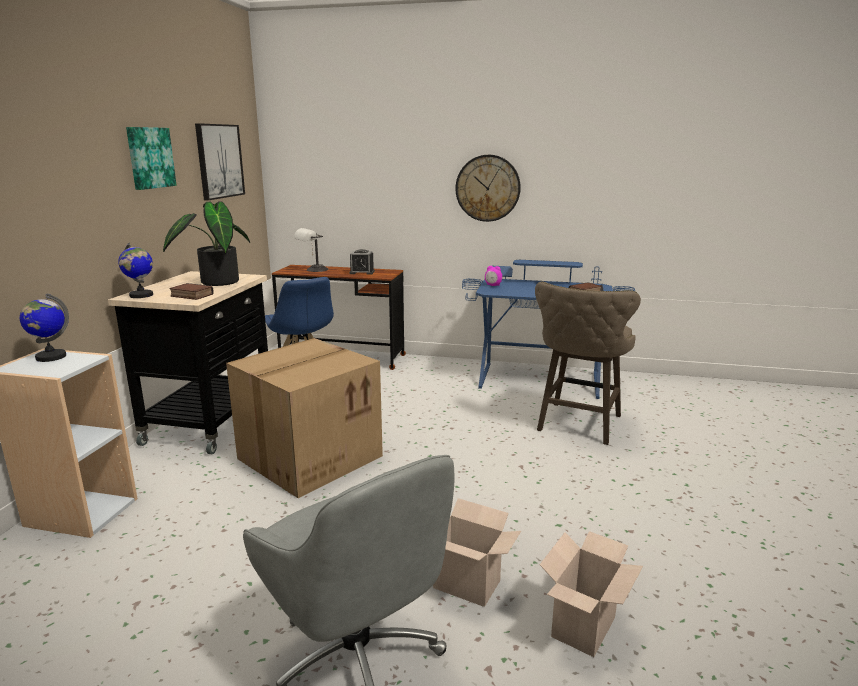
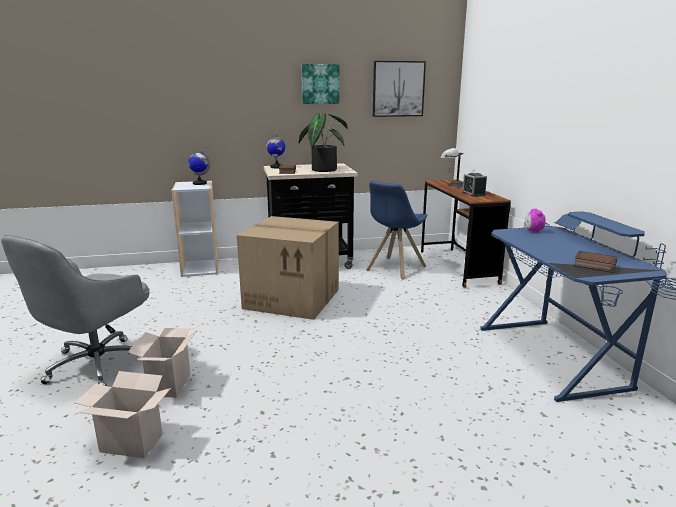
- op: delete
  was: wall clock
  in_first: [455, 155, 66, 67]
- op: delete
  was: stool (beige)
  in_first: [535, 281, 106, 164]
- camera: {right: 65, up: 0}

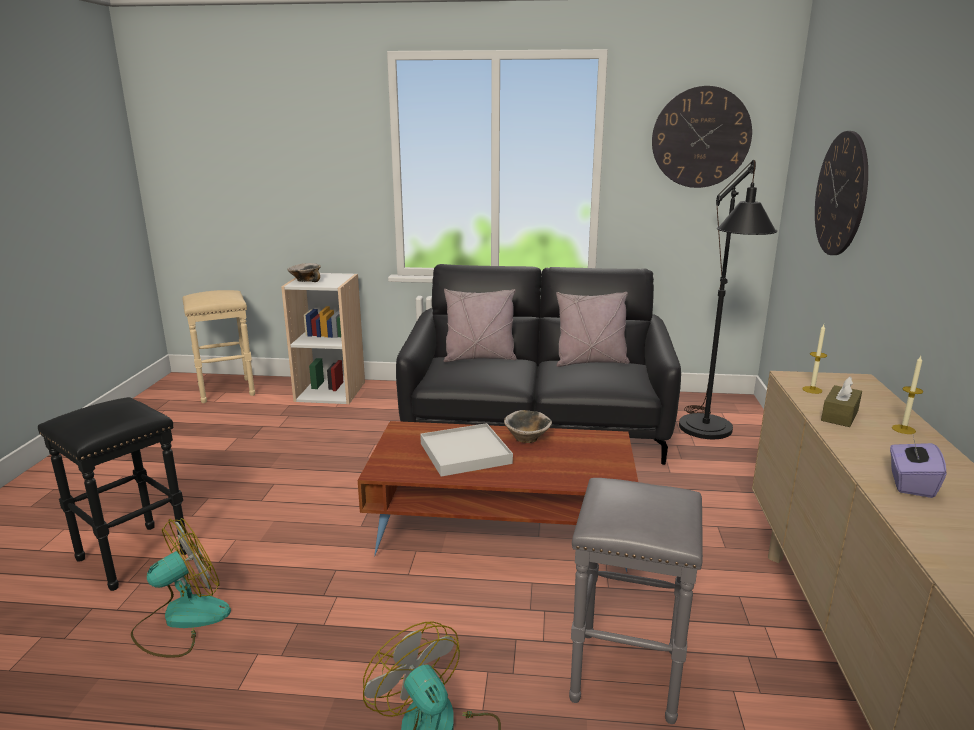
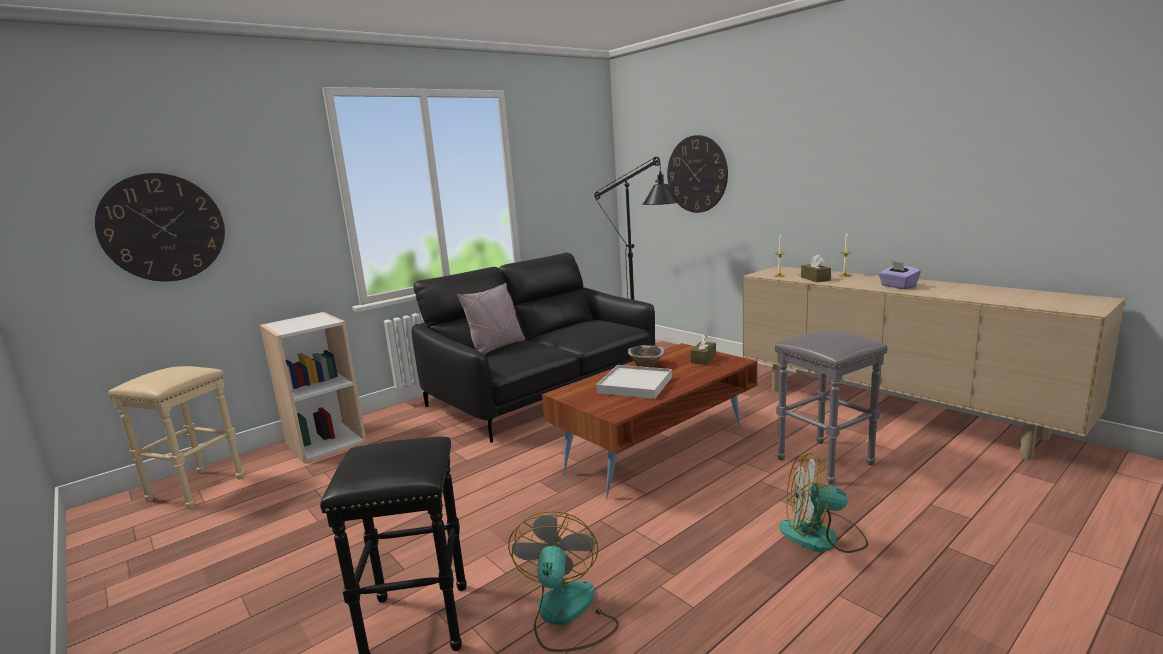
- op: move
  was: wall clock
  in_first: [652, 86, 100, 102]
  in_second: [95, 173, 130, 109]
- op: delete
  was: bowl
  in_first: [287, 263, 34, 19]
- op: delete
  was: pillow (purple)
  in_first: [556, 292, 74, 75]
- op: insert
  now: tissue box (brown)
  in_second: [690, 334, 26, 31]
- camera: {right: -45, up: -5}

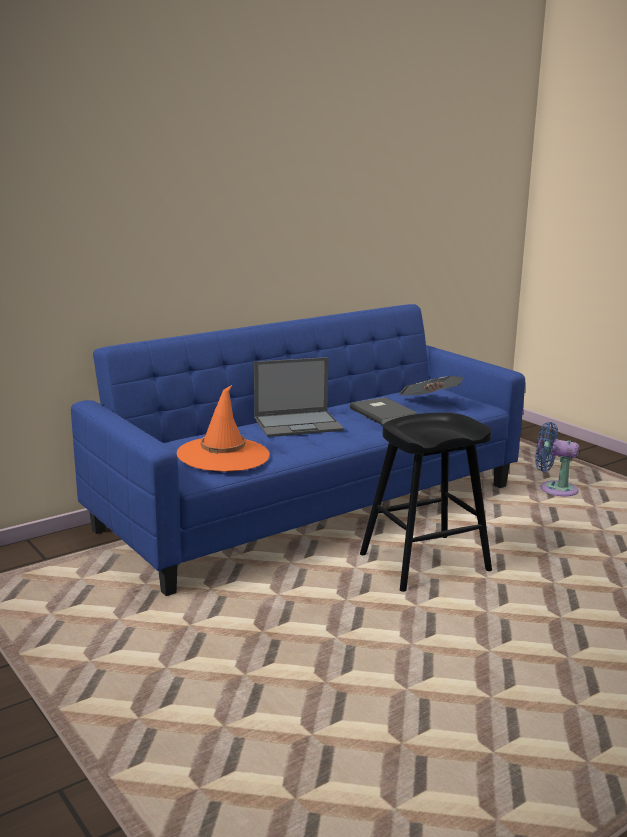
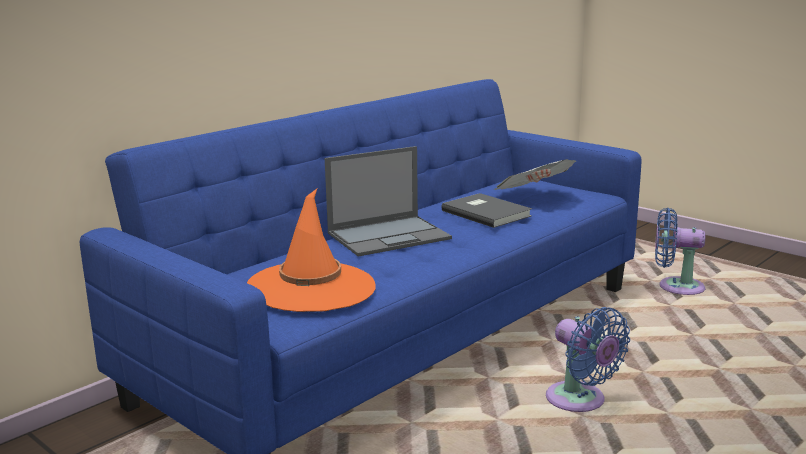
- op: replace
  was: stool (black)
  now: fan (blue)
  in_first: [360, 413, 132, 179]
  in_second: [546, 307, 84, 105]
- camera: {right: -10, up: 0}

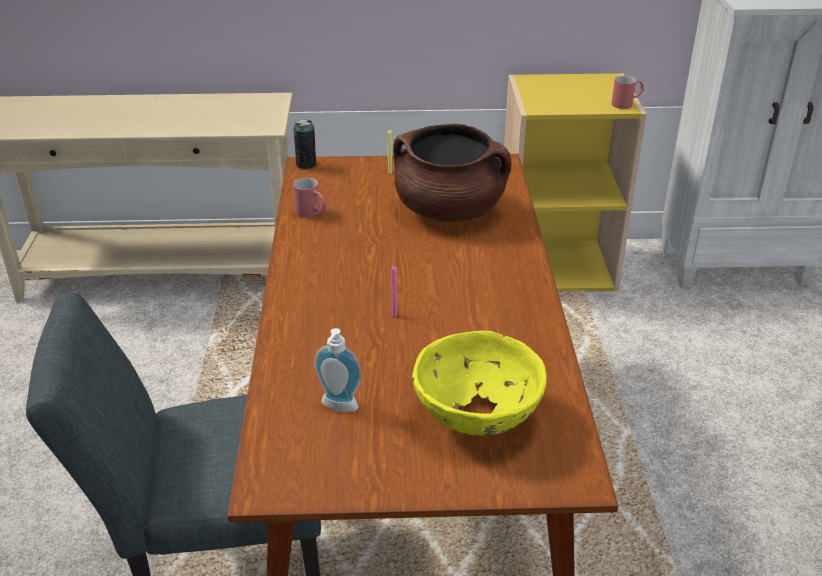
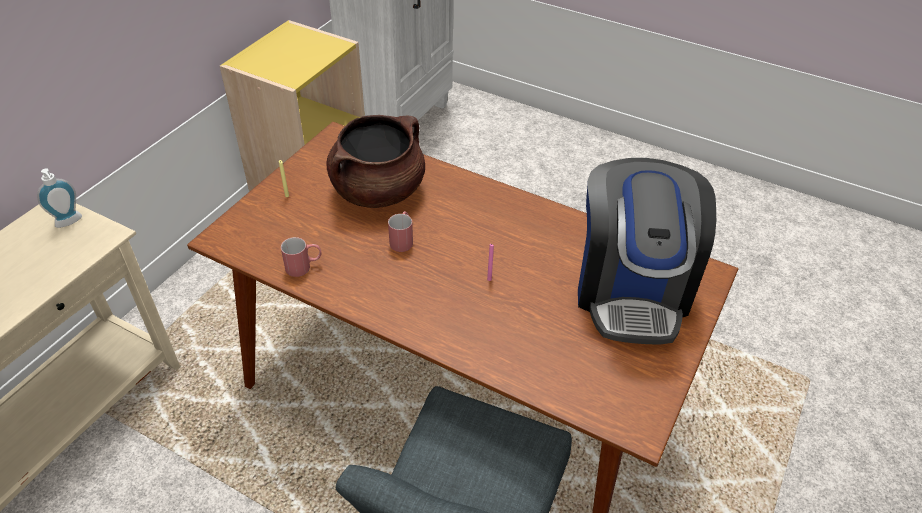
- op: move
  was: mug (red)
  in_first: [611, 76, 33, 33]
  in_second: [388, 211, 25, 41]
- op: delete
  was: can
  in_first: [293, 119, 23, 50]
- op: move
  was: soap dispenser
  in_first: [314, 328, 48, 84]
  in_second: [37, 168, 45, 60]
- op: replace
  was: bowl (yellow)
  now: coffee machine
  in_first: [412, 331, 135, 105]
  in_second: [578, 158, 138, 186]
- camera: {right: -60, up: 10}

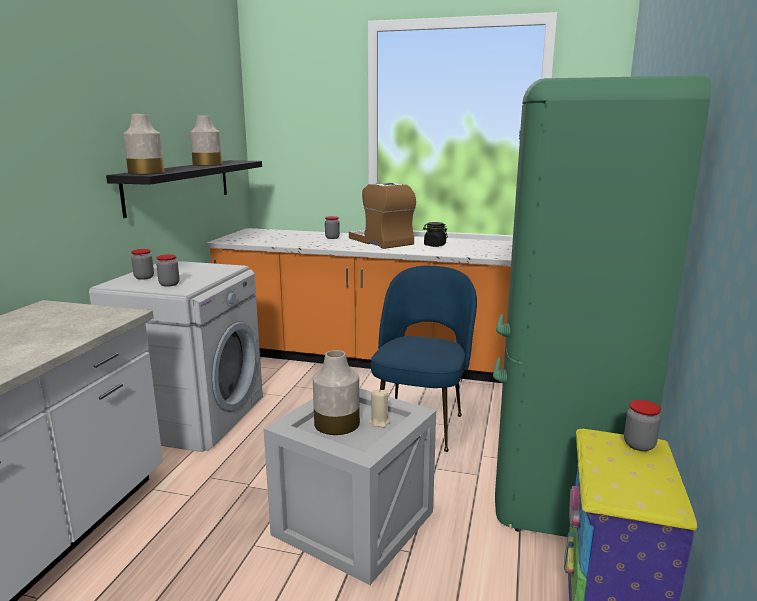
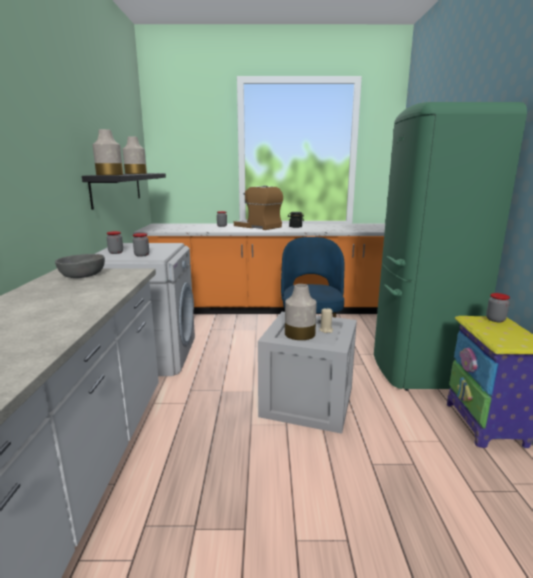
- op: insert
  now: bowl (grey)
  in_second: [55, 254, 50, 24]
- camera: {right: -15, up: 0}

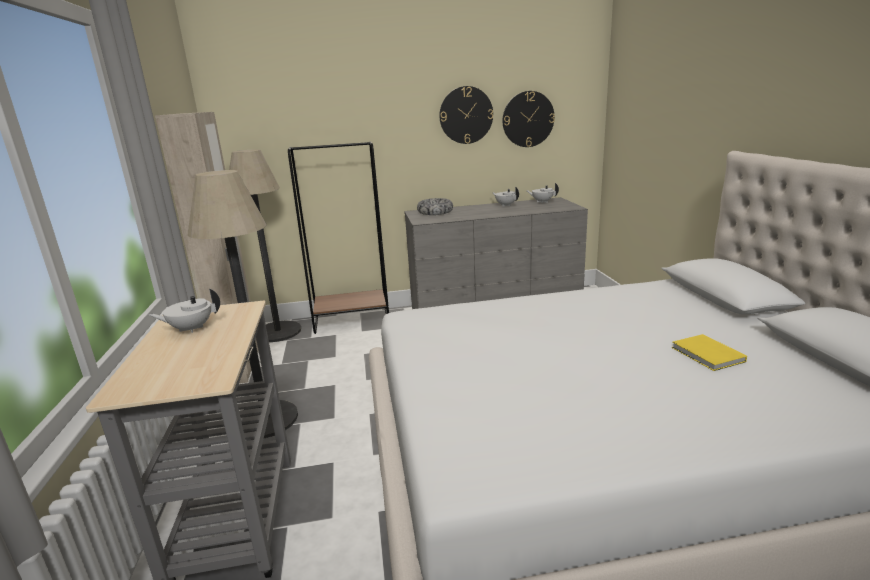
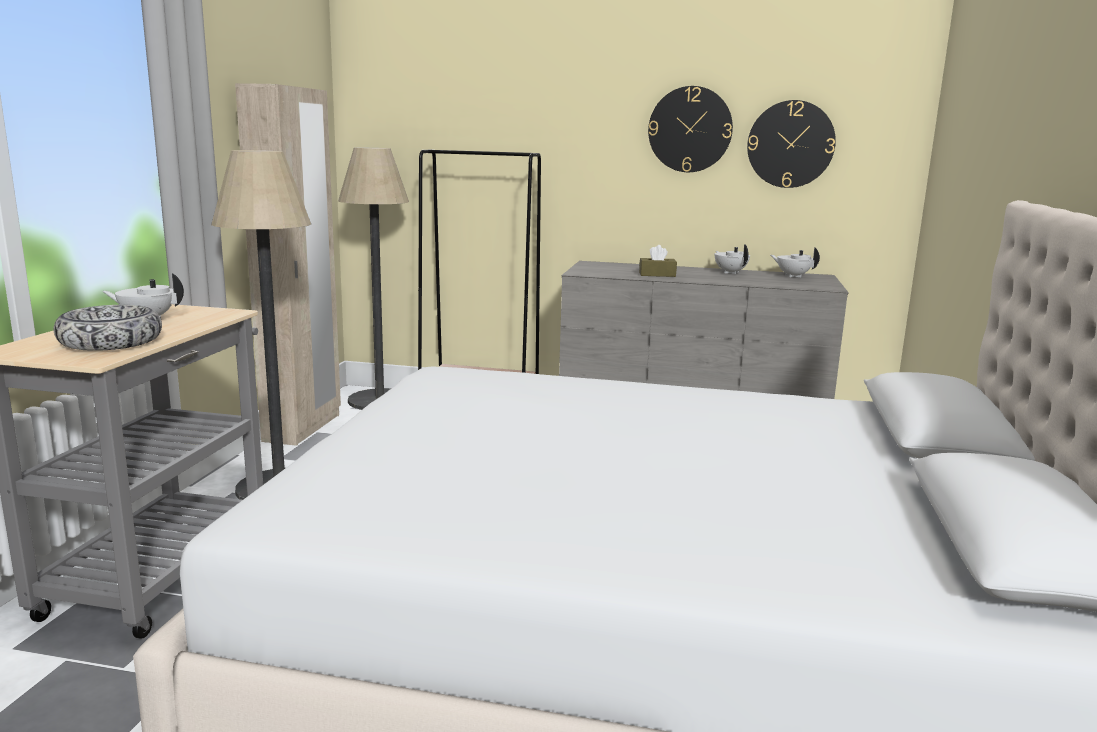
- op: move
  was: bowl
  in_first: [417, 198, 36, 17]
  in_second: [54, 305, 108, 46]
- op: delete
  was: book (yellow)
  in_first: [672, 334, 75, 37]
- op: insert
  now: tissue box (brown)
  in_second: [639, 245, 38, 32]
- camera: {right: 20, up: -5}

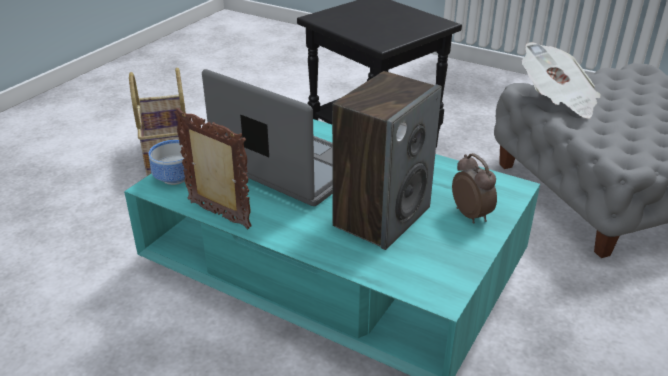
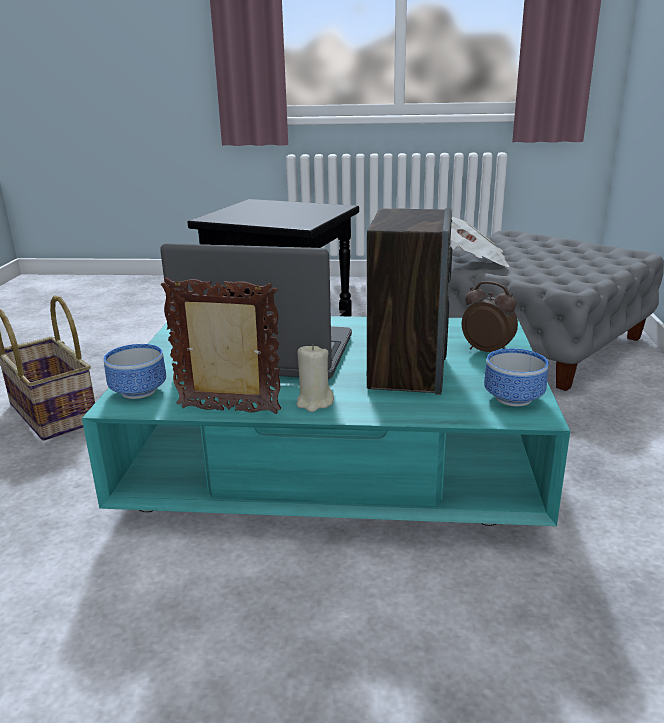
- op: insert
  now: candle (beige)
  in_second: [297, 344, 37, 68]
- op: insert
  now: bowl
  in_second: [484, 348, 65, 58]
- camera: {right: -25, up: -10}

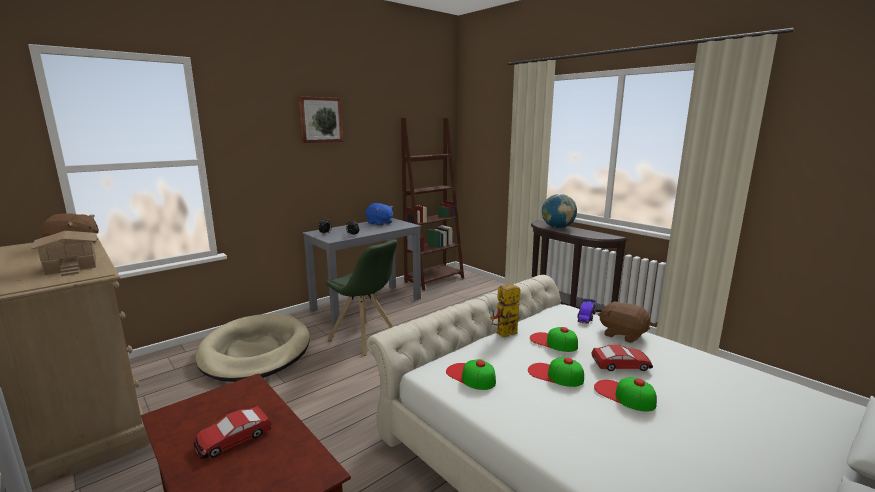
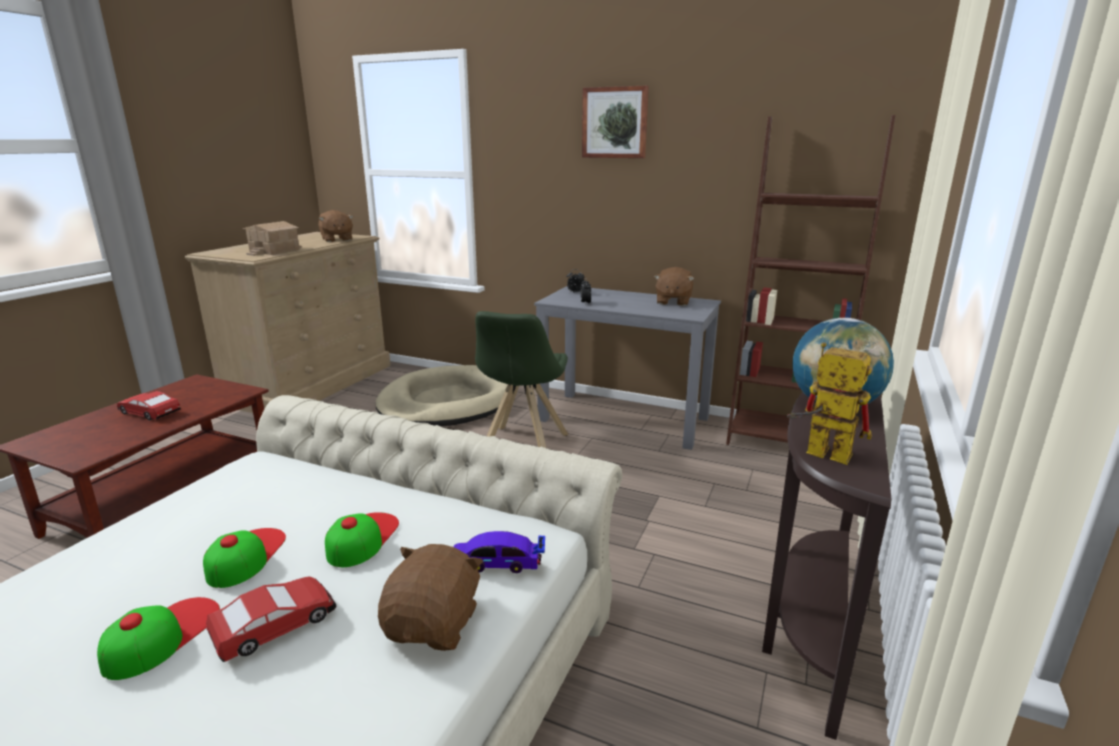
- op: recolor
  was: plush toy (blue)
  now: plush toy (brown)
  in_first: [366, 203, 27, 23]
  in_second: [654, 267, 40, 39]
- op: move
  was: toy robot
  in_first: [490, 284, 30, 53]
  in_second: [787, 342, 85, 123]
- op: rotate
  was: toy car
  in_first: [592, 345, 61, 26]
  in_second: [206, 576, 131, 86]
  clockwise: -105
- op: delete
  was: cap
  in_first: [446, 359, 50, 31]
- camera: {right: 65, up: 5}

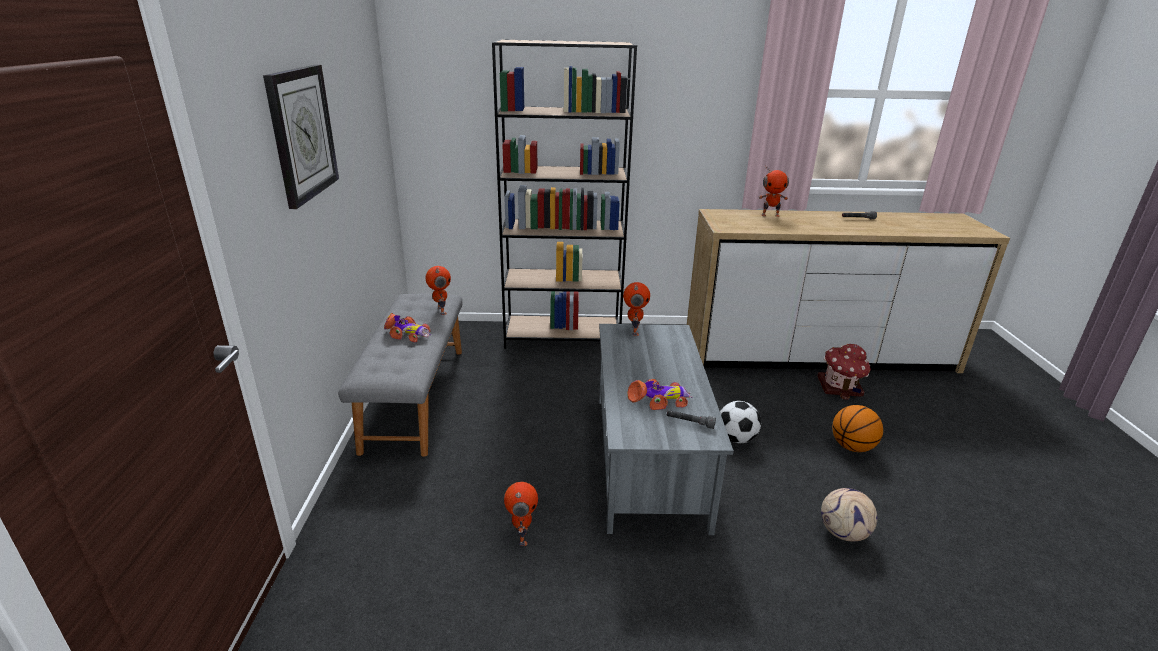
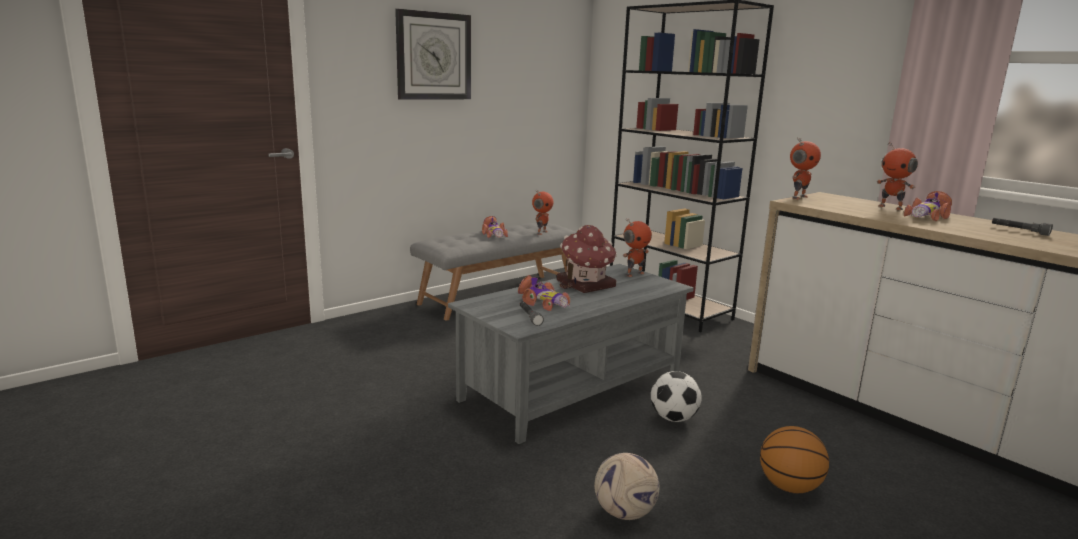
- op: move
  was: toy house
  in_first: [818, 344, 53, 56]
  in_second: [557, 225, 60, 68]
- op: move
  was: toy robot
  in_first: [504, 482, 34, 64]
  in_second: [790, 137, 31, 62]
- op: insert
  now: toy car
  in_second: [904, 191, 48, 30]
- camera: {right: 50, up: -10}

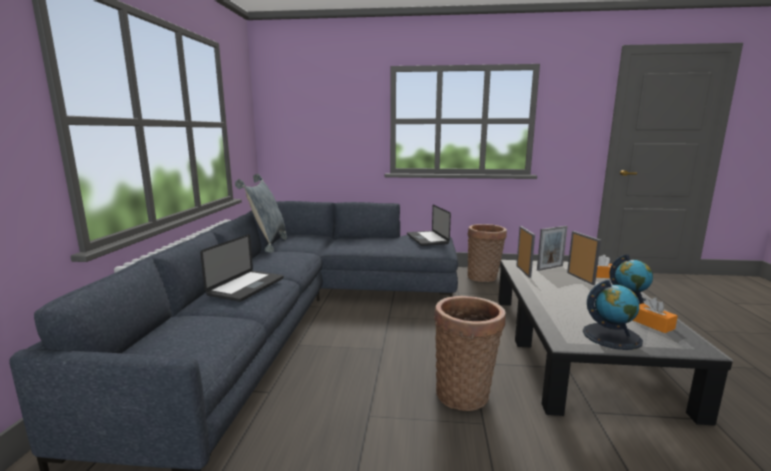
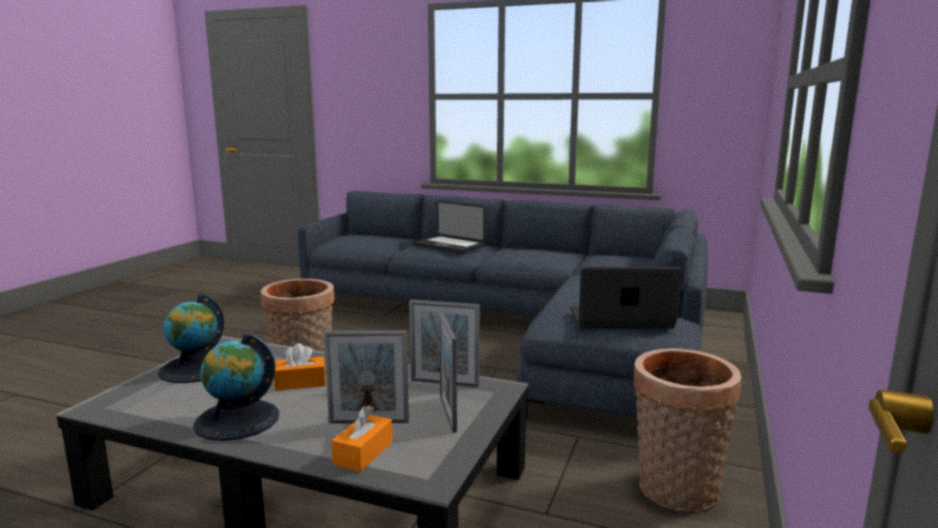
- op: delete
  was: pillow
  in_first: [235, 173, 52, 80]
- op: move
  was: tissue box (orange)
  in_first: [633, 297, 45, 36]
  in_second: [274, 343, 52, 48]
- camera: {right: 105, up: 0}

